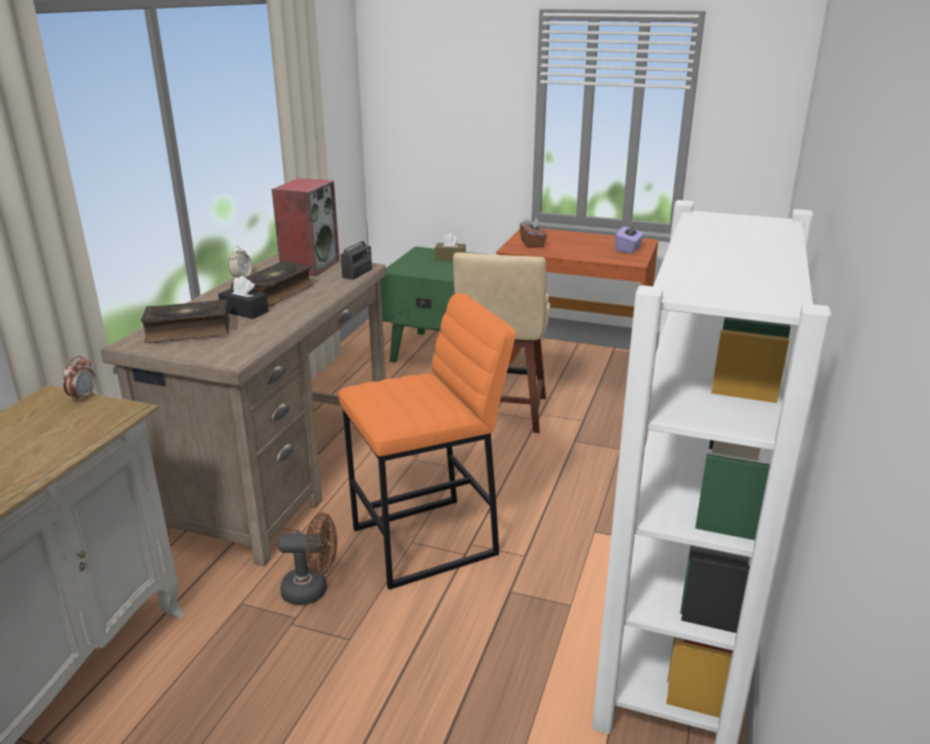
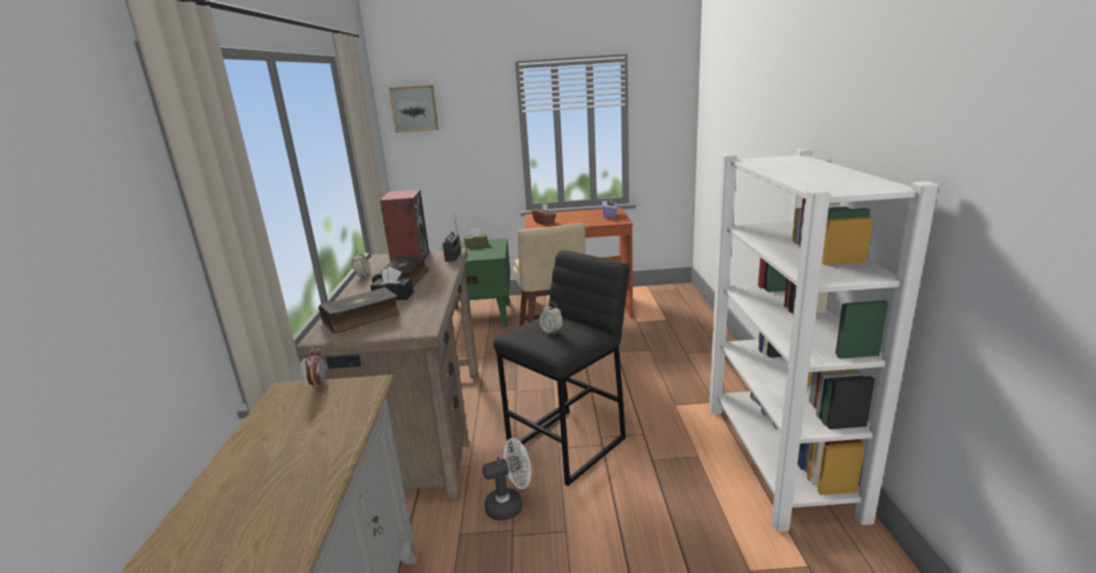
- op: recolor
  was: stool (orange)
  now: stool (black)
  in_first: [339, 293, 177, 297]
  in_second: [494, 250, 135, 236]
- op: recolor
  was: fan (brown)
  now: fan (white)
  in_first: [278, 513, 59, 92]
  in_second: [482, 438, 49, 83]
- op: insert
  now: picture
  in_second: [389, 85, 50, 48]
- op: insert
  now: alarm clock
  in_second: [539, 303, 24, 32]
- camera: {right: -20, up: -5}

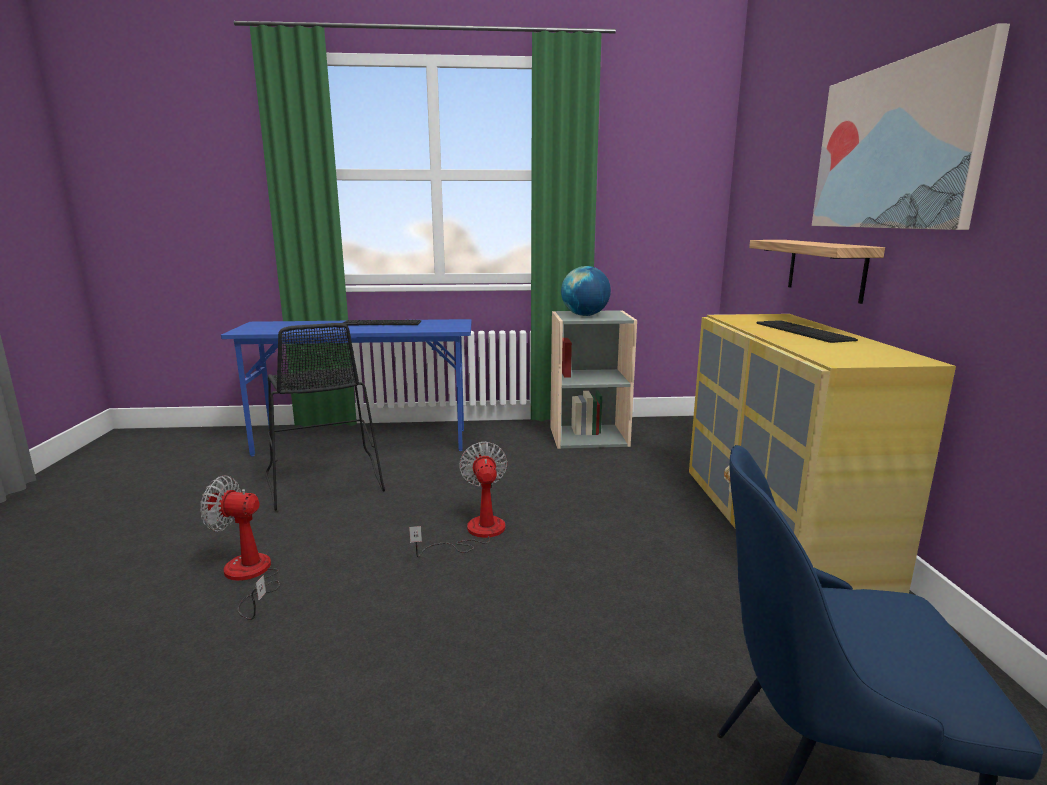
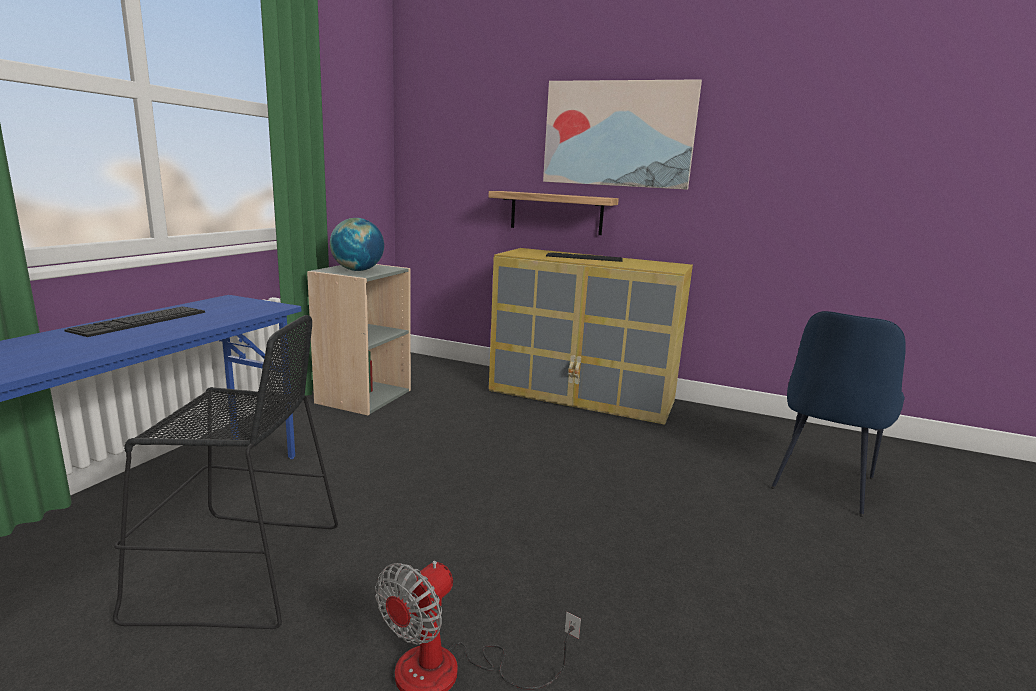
- op: delete
  was: fan
  in_first: [409, 442, 99, 115]
- camera: {right: -65, up: 0}

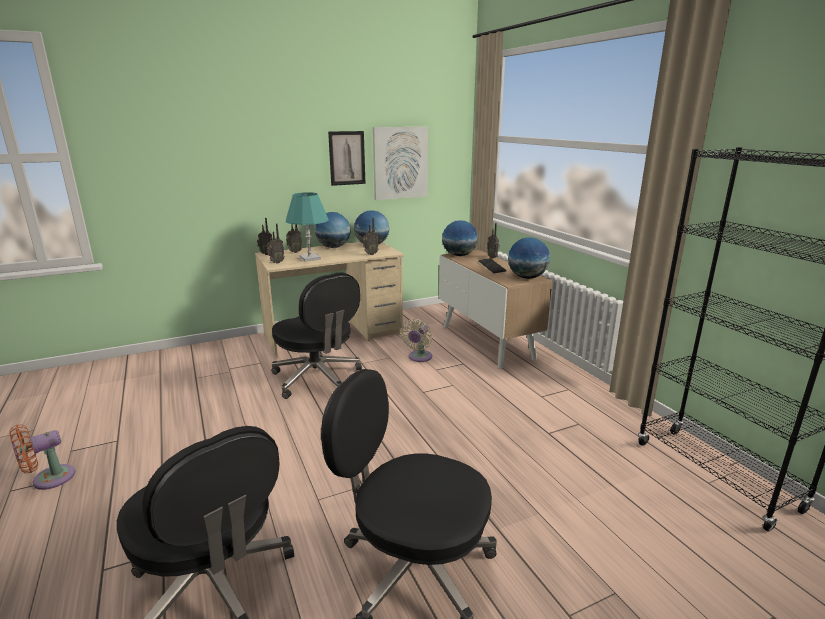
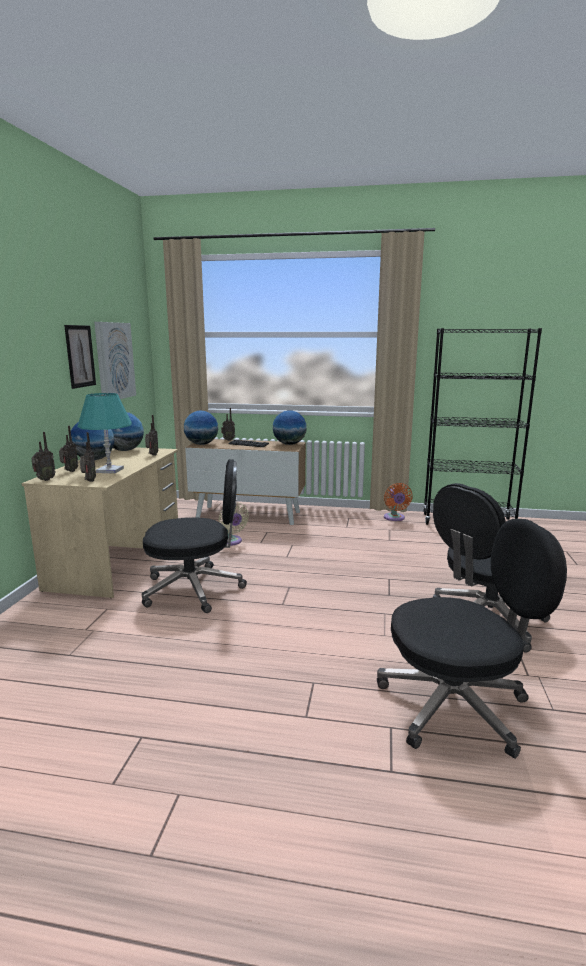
- op: move
  was: fan (orange)
  in_first: [9, 425, 66, 65]
  in_second: [384, 483, 28, 38]
- camera: {right: -55, up: -5}

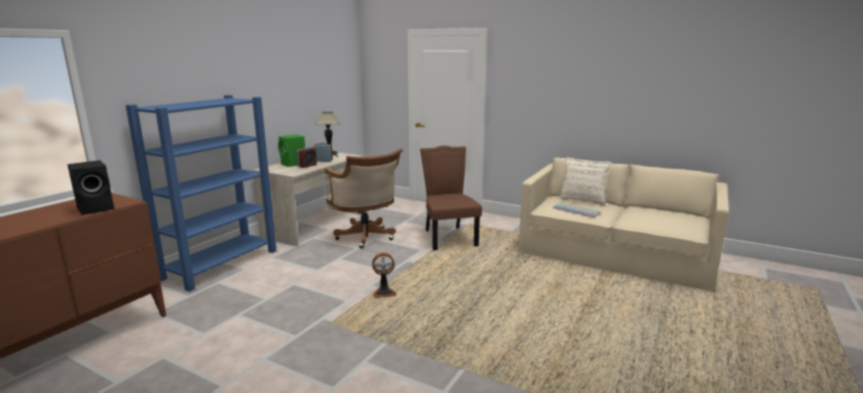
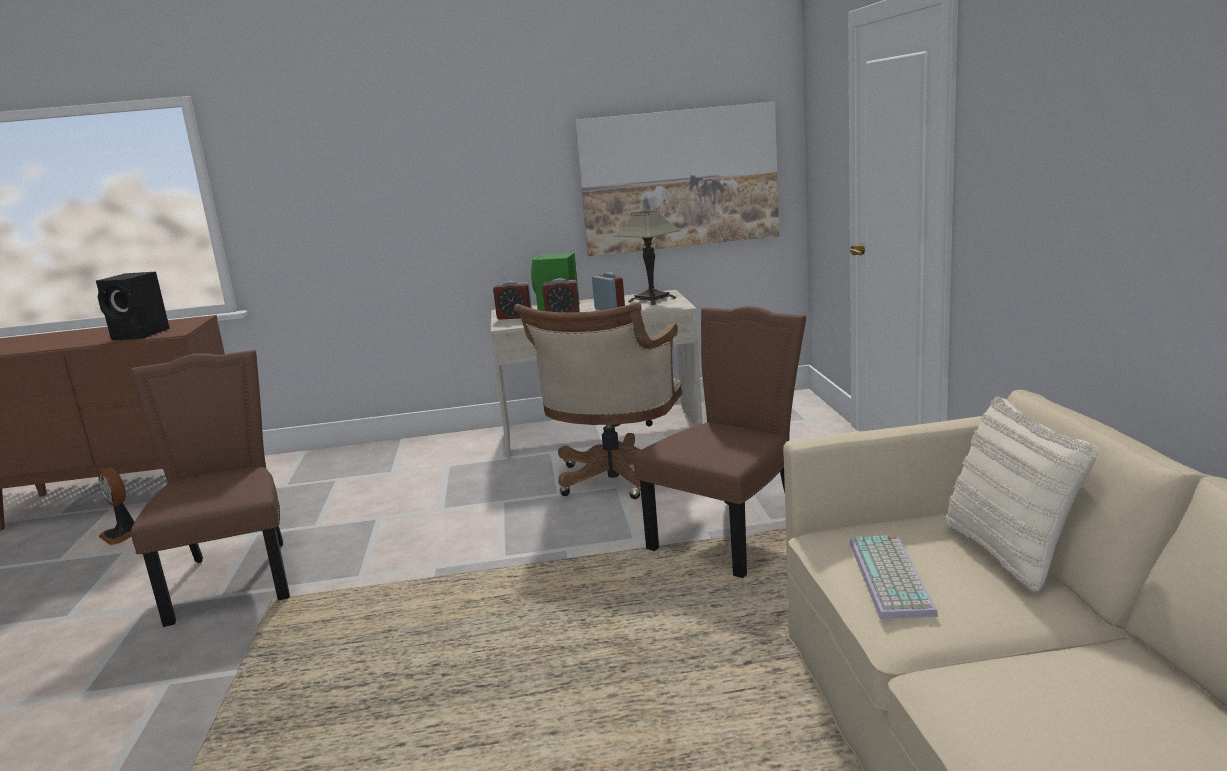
- op: delete
  was: bookcase (blue)
  in_first: [126, 95, 151, 197]
- op: move
  was: fan
  in_first: [372, 253, 25, 45]
  in_second: [98, 467, 36, 78]
- op: insert
  now: picture
  in_second: [575, 102, 204, 154]
- op: insert
  now: alarm clock
  in_second: [493, 281, 39, 39]
- op: insert
  now: chair (brown)
  in_second: [130, 350, 160, 277]
- camera: {right: 55, up: 0}

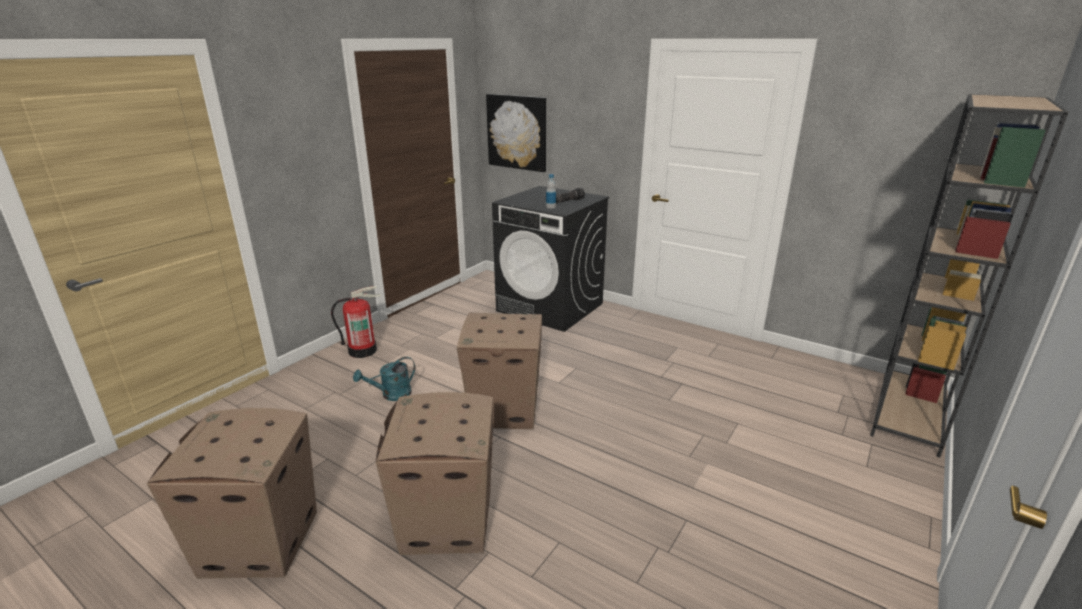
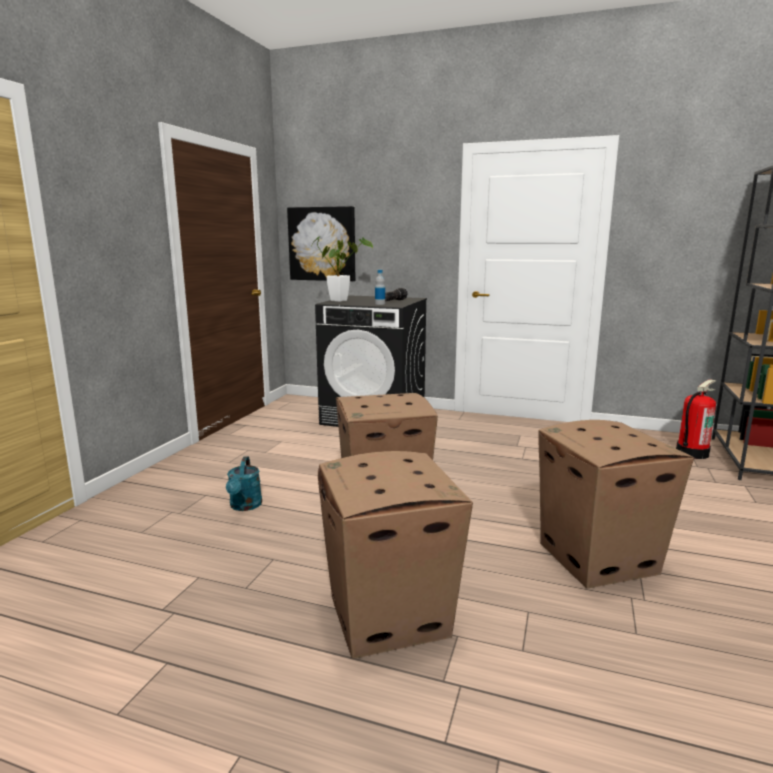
- op: move
  was: fire extinguisher
  in_first: [331, 286, 50, 72]
  in_second: [676, 379, 41, 80]
- op: rotate
  was: watering can (turquoise)
  in_first: [353, 357, 62, 44]
  in_second: [226, 456, 36, 55]
  clockwise: -45
- op: move
  was: cardboard box
  in_first: [147, 408, 170, 171]
  in_second: [538, 420, 156, 168]
- op: insert
  now: potted plant
  in_second: [312, 237, 61, 65]
- camera: {right: -15, up: -10}

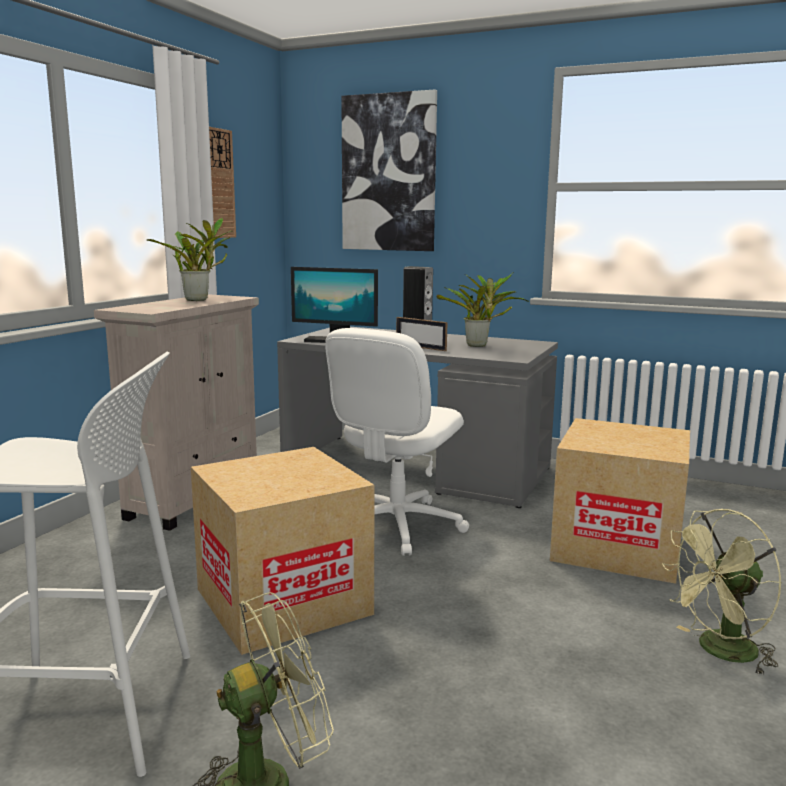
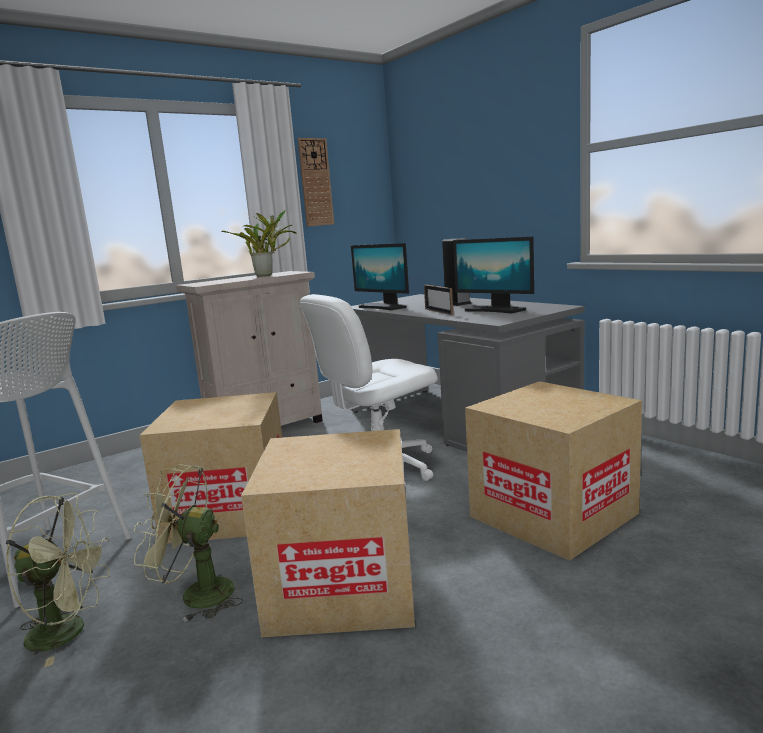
- op: delete
  was: picture
  in_first: [341, 89, 96, 162]
- op: replace
  was: potted plant
  now: monitor
  in_first: [436, 272, 93, 75]
  in_second: [453, 237, 81, 77]
- op: move
  was: fan (green)
  in_first: [662, 509, 120, 167]
  in_second: [133, 464, 110, 158]
- op: insert
  now: cardboard box
  in_second: [241, 429, 174, 209]
- camera: {right: 30, up: 0}

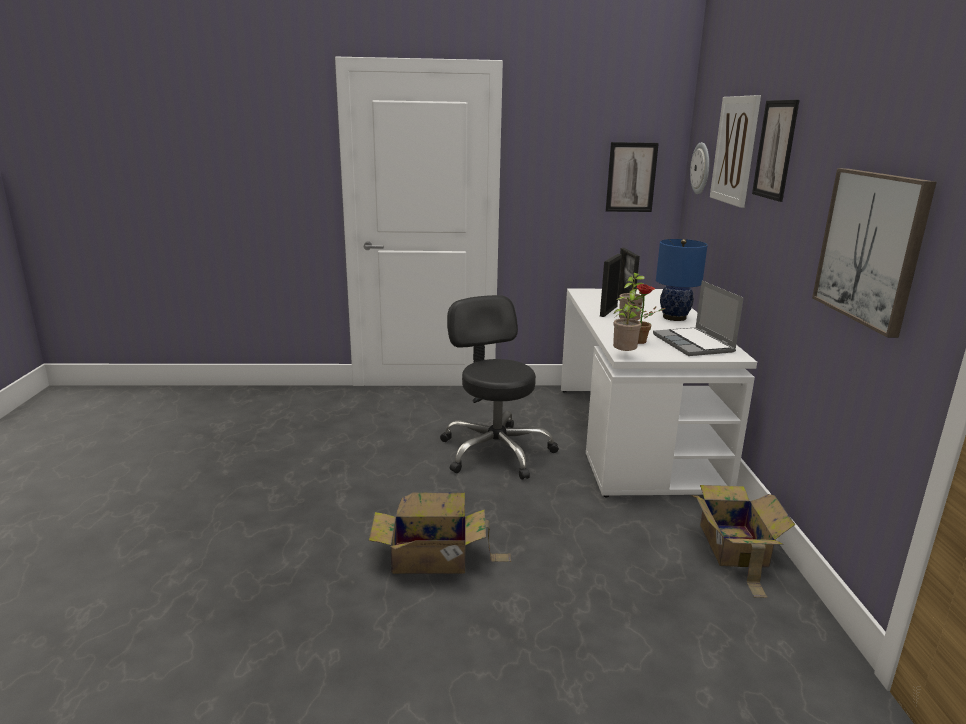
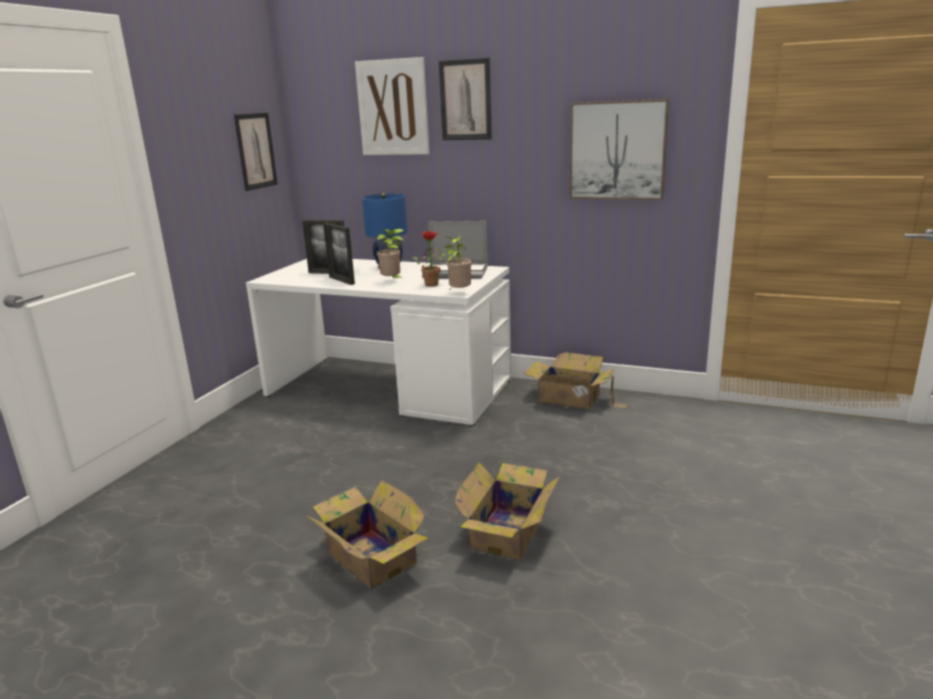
- op: delete
  was: wall clock
  in_first: [690, 142, 19, 52]
- op: delete
  was: office chair (black)
  in_first: [440, 295, 119, 185]
- op: insert
  now: cardboard box
  in_second: [305, 480, 124, 109]
- camera: {right: -65, up: 0}

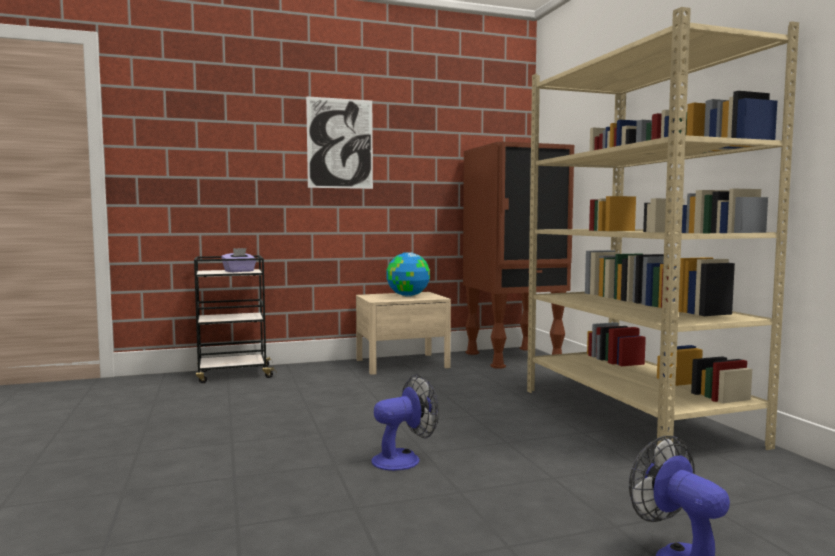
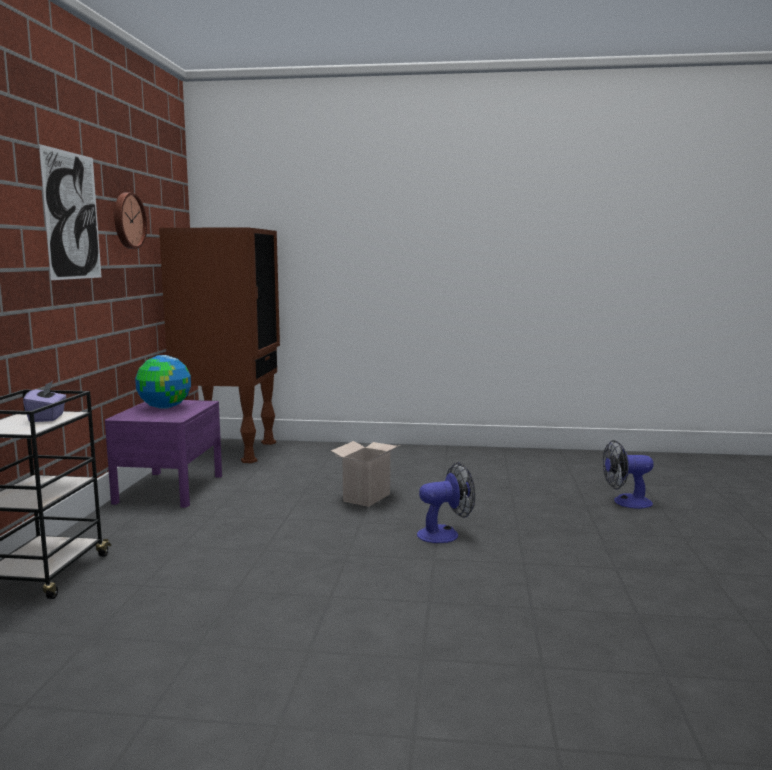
- op: delete
  was: bookcase (beige)
  in_first: [527, 7, 272, 443]
- op: recolor
  was: nightstand (beige)
  now: nightstand (purple)
  in_first: [356, 292, 95, 83]
  in_second: [105, 400, 117, 108]
- op: rotate
  was: fan
  in_first: [371, 374, 68, 97]
  in_second: [417, 462, 58, 81]
  clockwise: 75
- op: insert
  now: wall clock
  in_second: [114, 192, 33, 57]
- op: insert
  now: cardboard box
  in_second: [331, 441, 69, 66]
- camera: {right: -65, up: 5}

